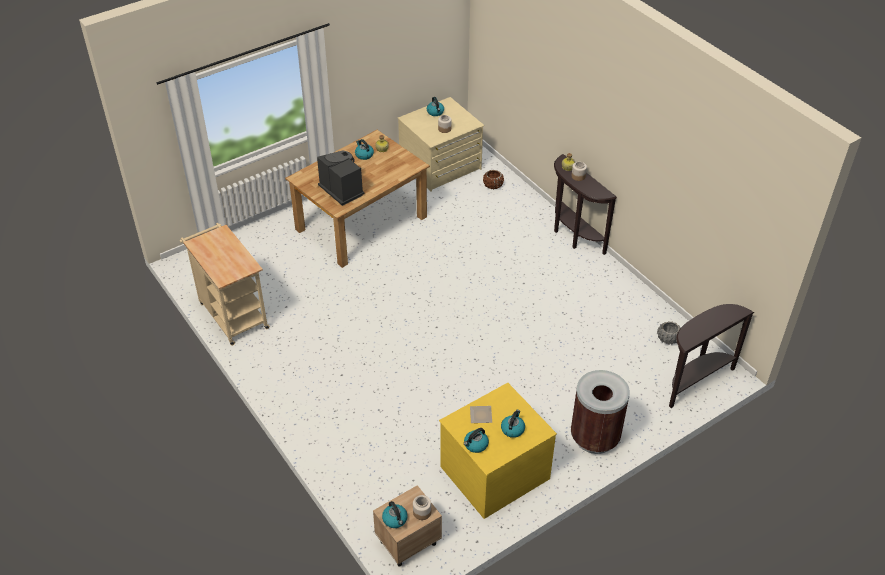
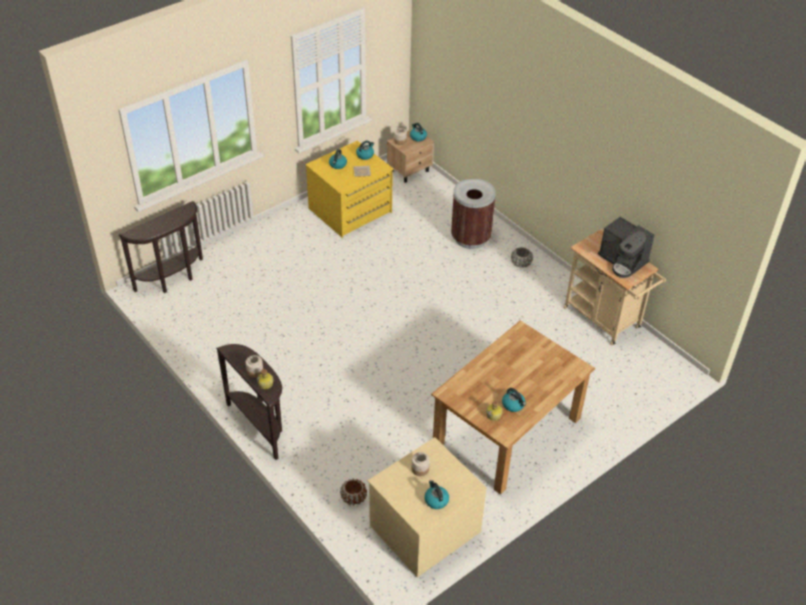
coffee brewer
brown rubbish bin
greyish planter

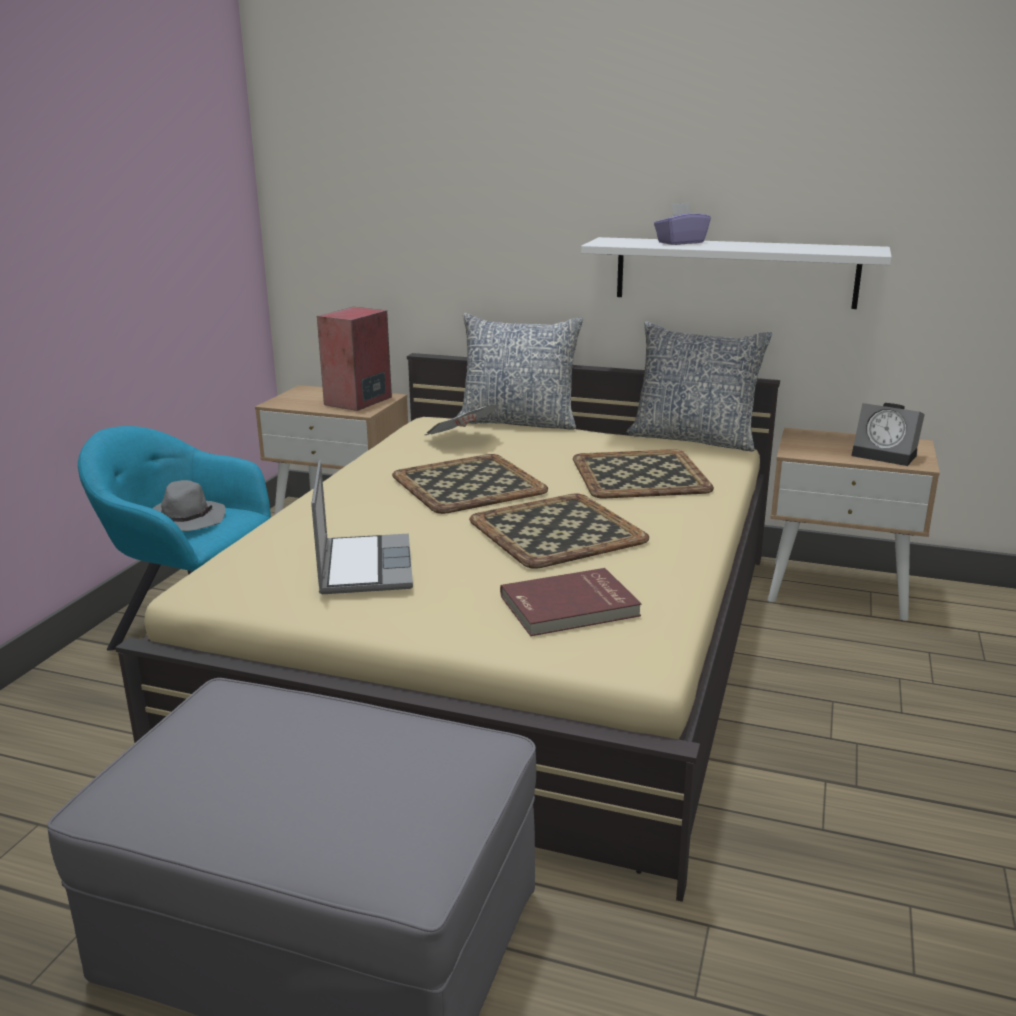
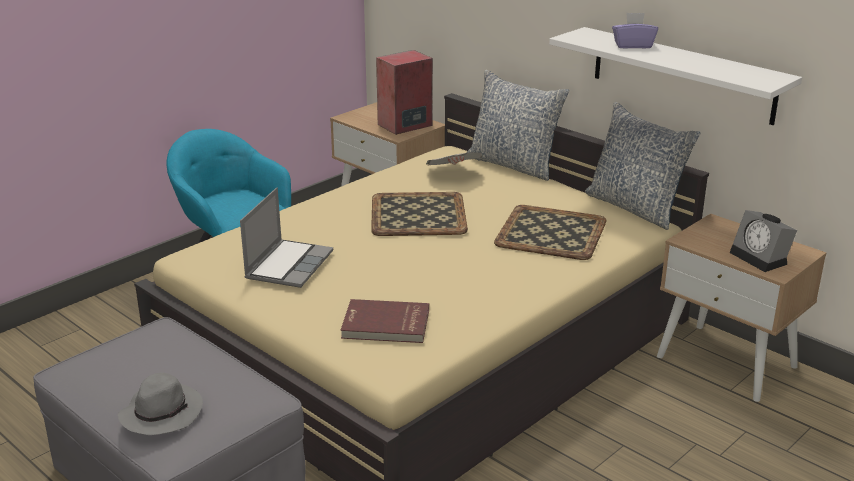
greyish hat
serving tray (2nd from left in the first image)

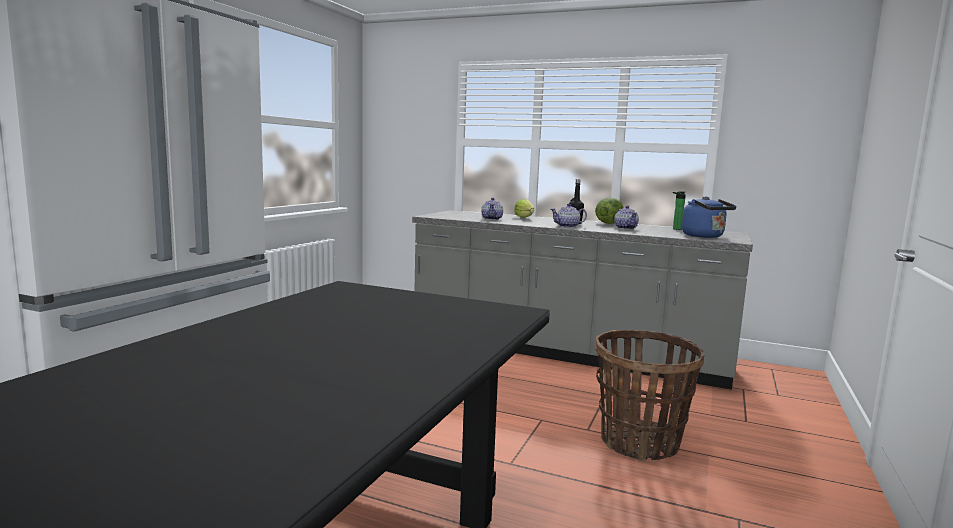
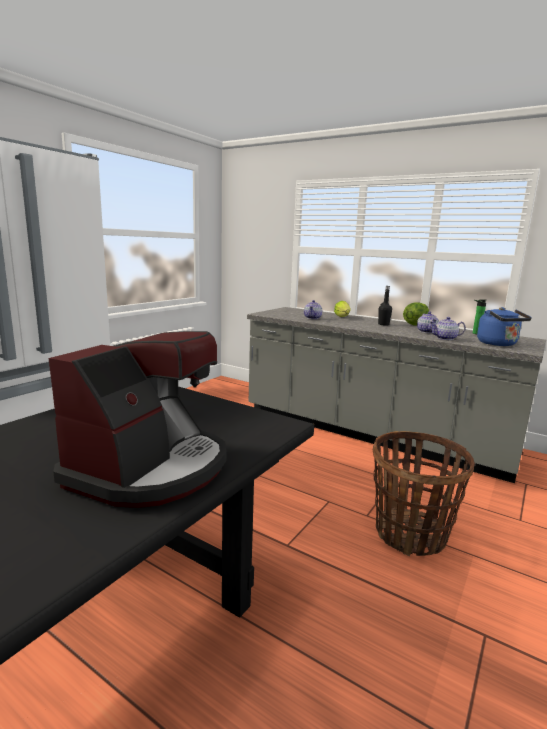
pot for tea (3rd from left)
coffee brewer

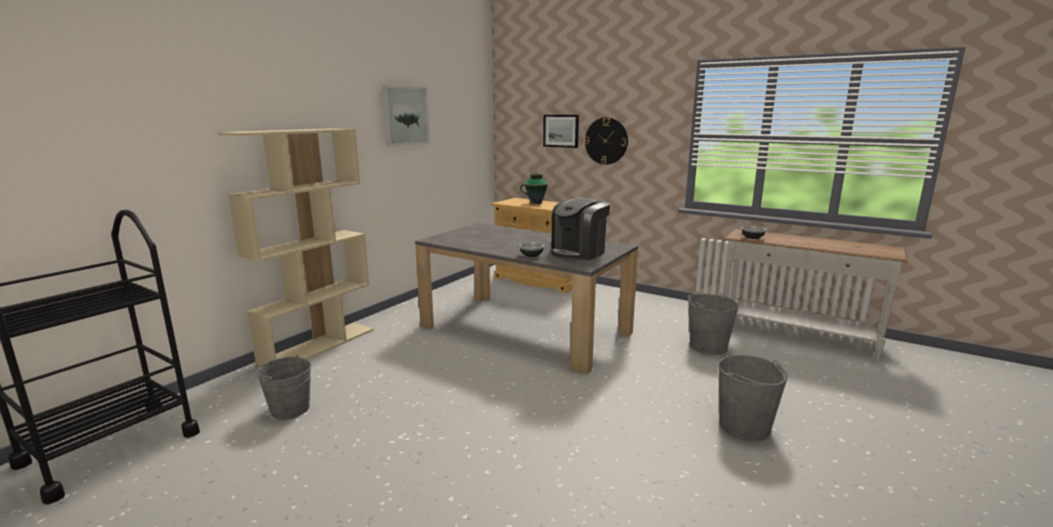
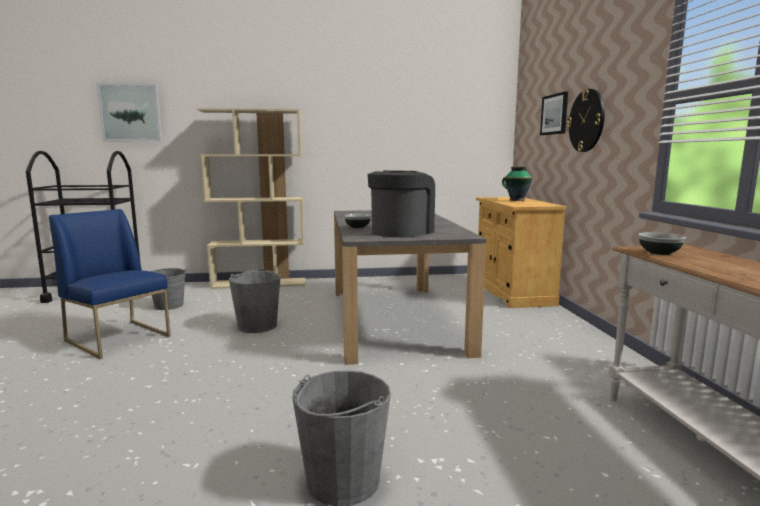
wall picture (1st from left)
coffee brewer
greyish pail (2nd from left)
blue plain chair

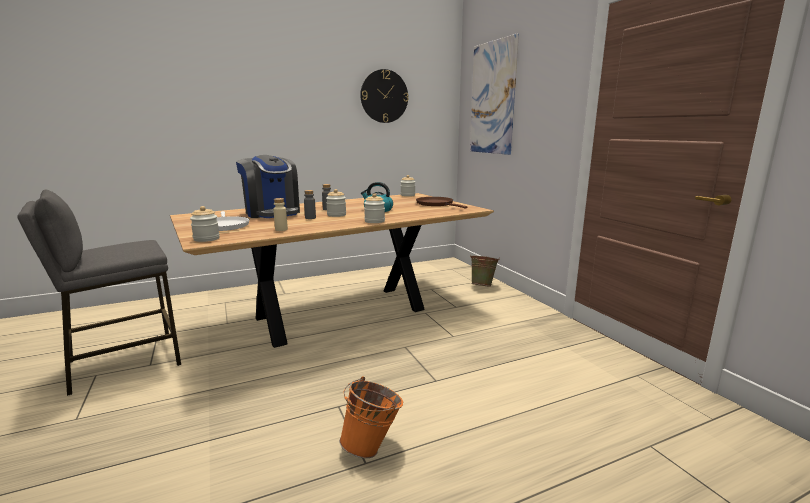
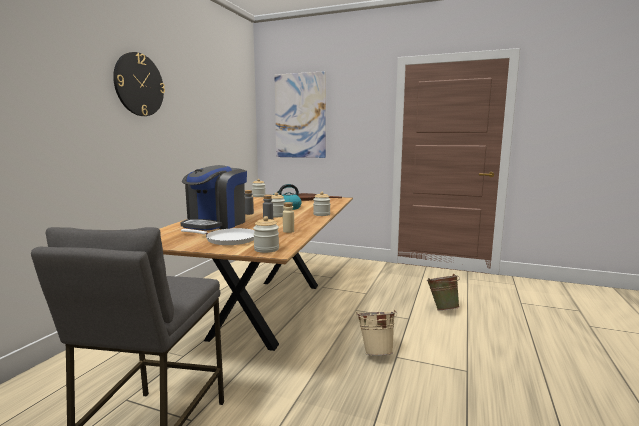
coffee brewer
orange pail
hanging clock
greenish pail
sand-coloured pail

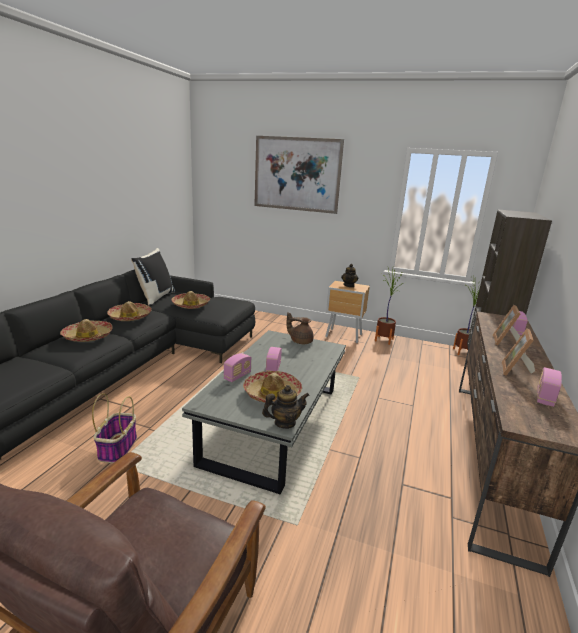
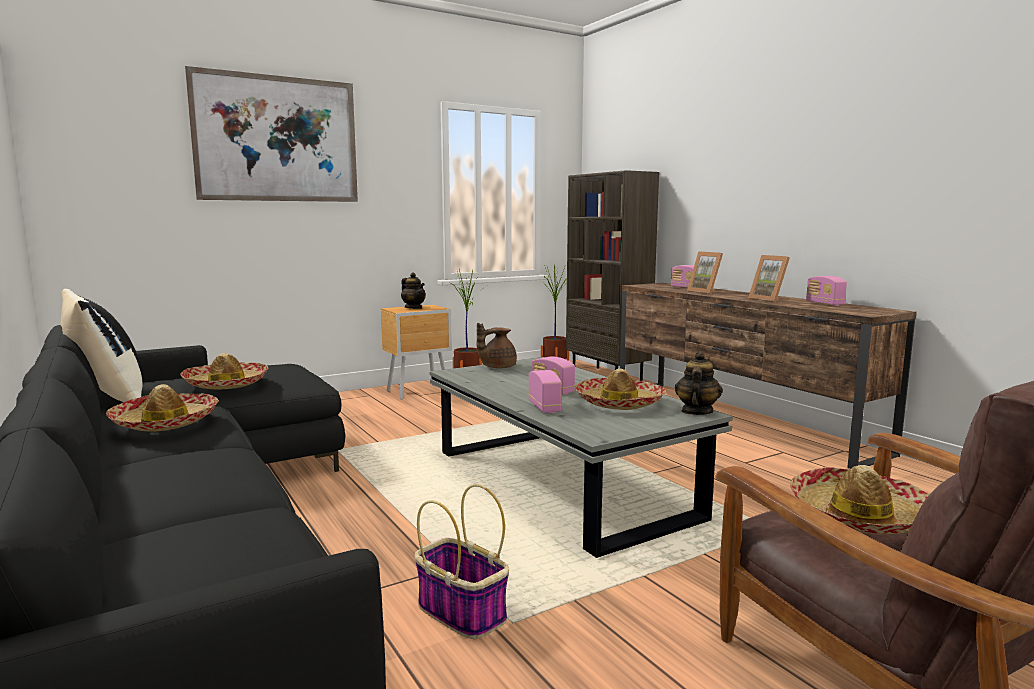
hat (4th from left)

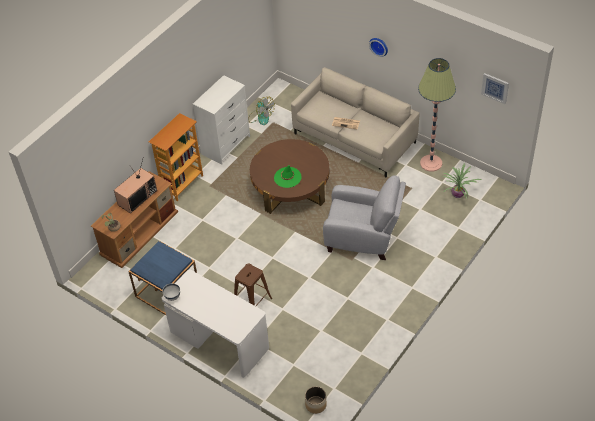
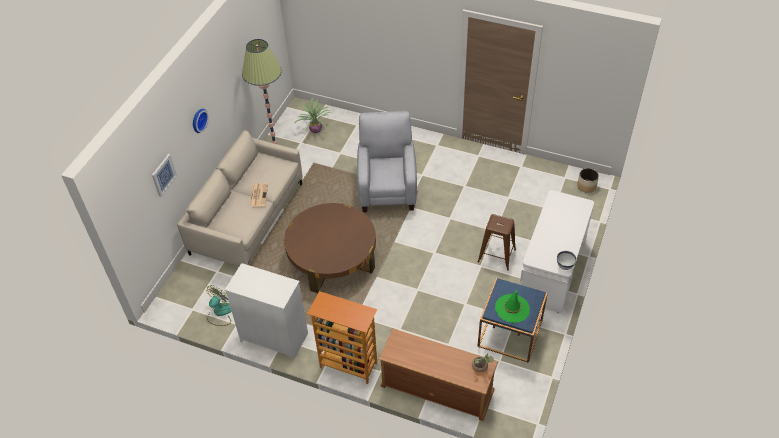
TV set
greenish hat
wall picture

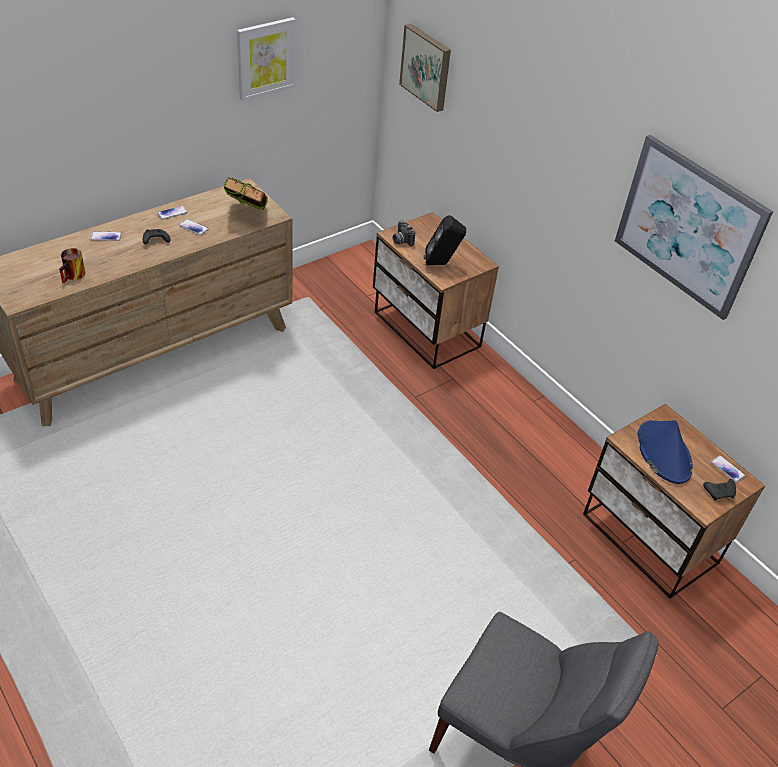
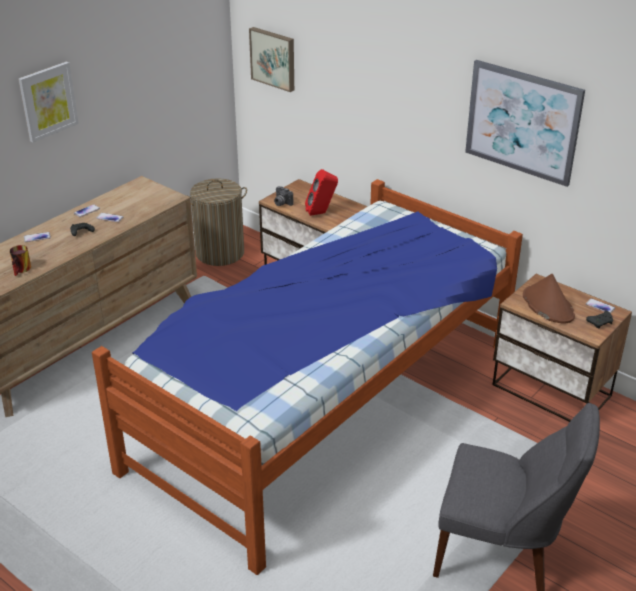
bound book
wall picture (1st from left)
red-coloured speaker
brown hat
sleeping bed
laundry basket

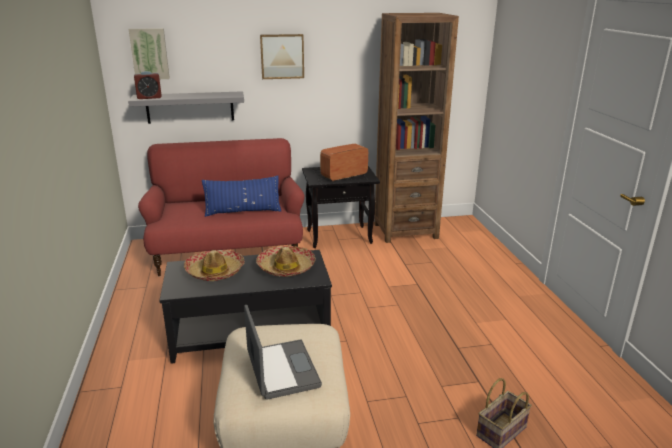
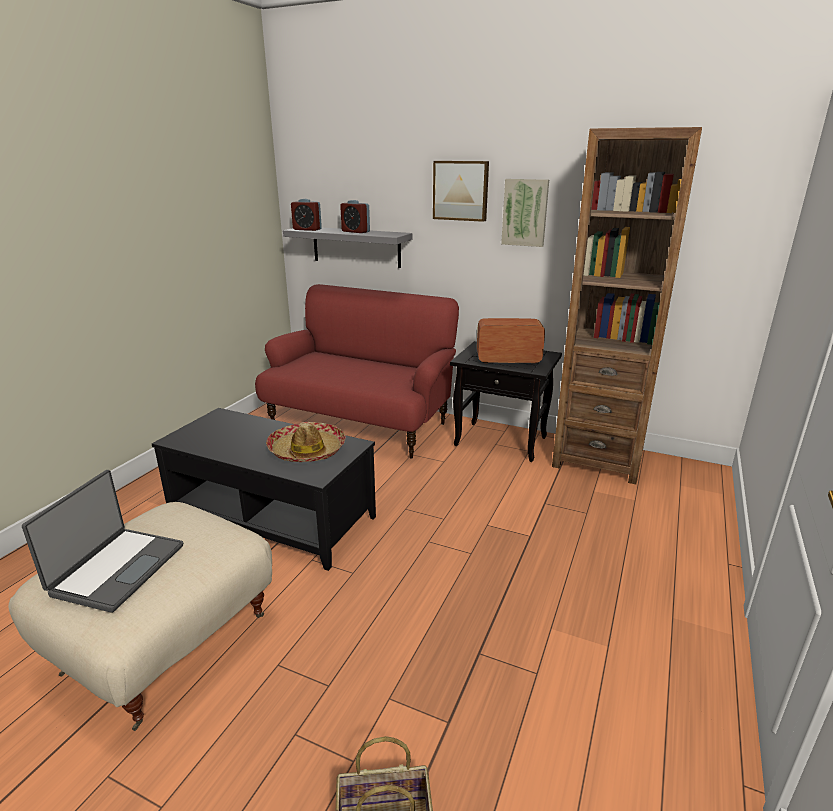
wall picture (2nd from left)
hat (1st from left in the first image)
blue cushion
bedside clock (2nd from left)

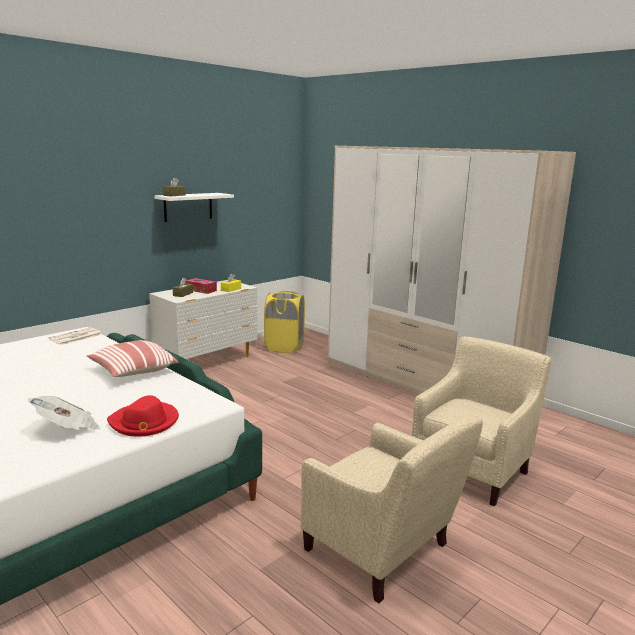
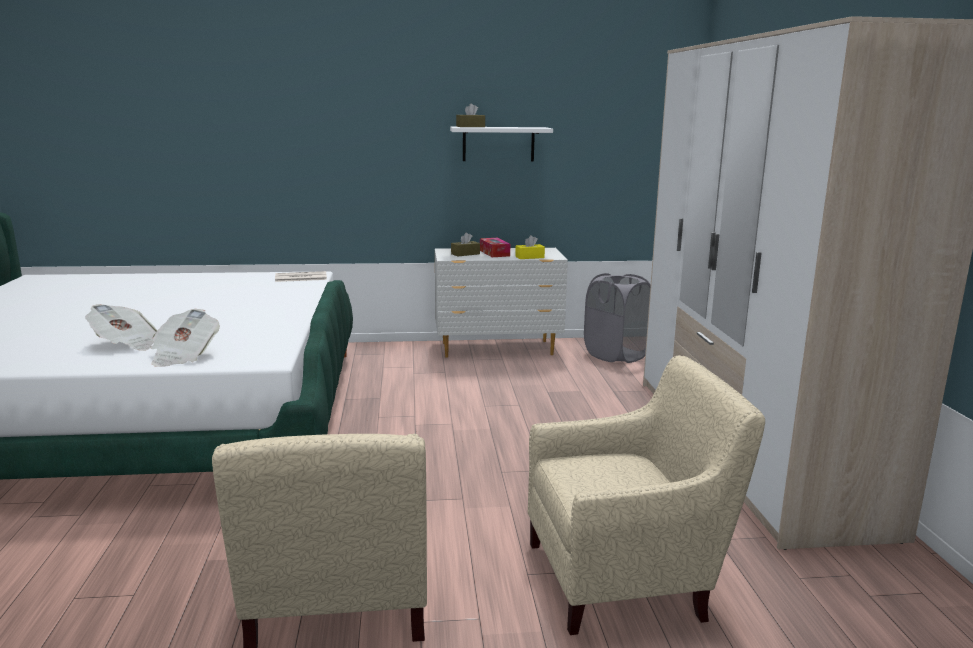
cushion
daily paper (2nd from left)
greyish laundry basket

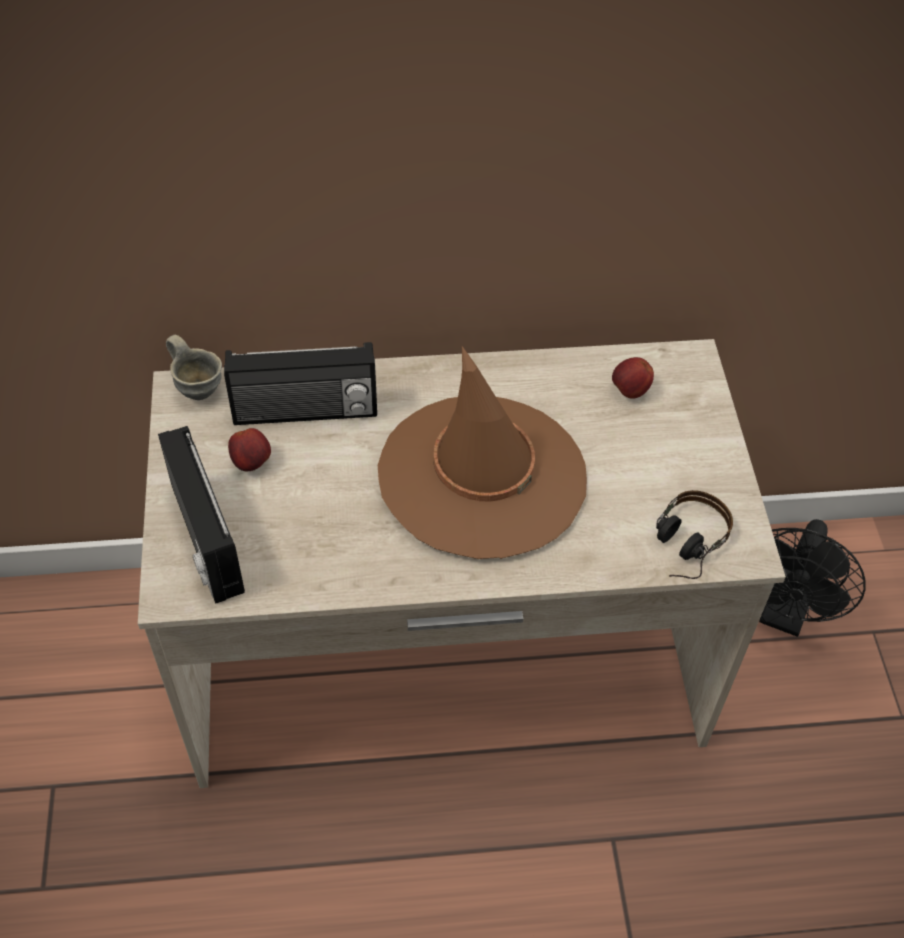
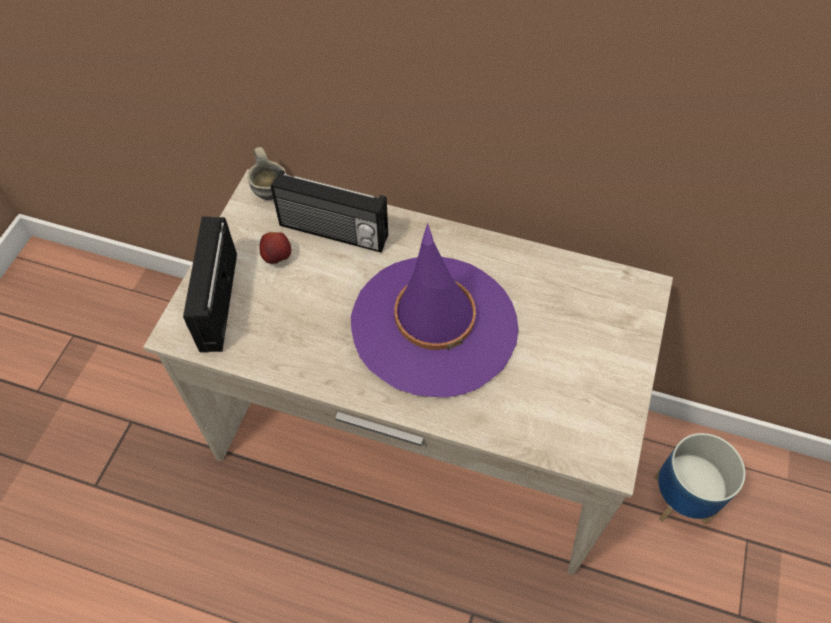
purple hat
whole apple (2nd from left in the first image)
pair of headphones
planter

